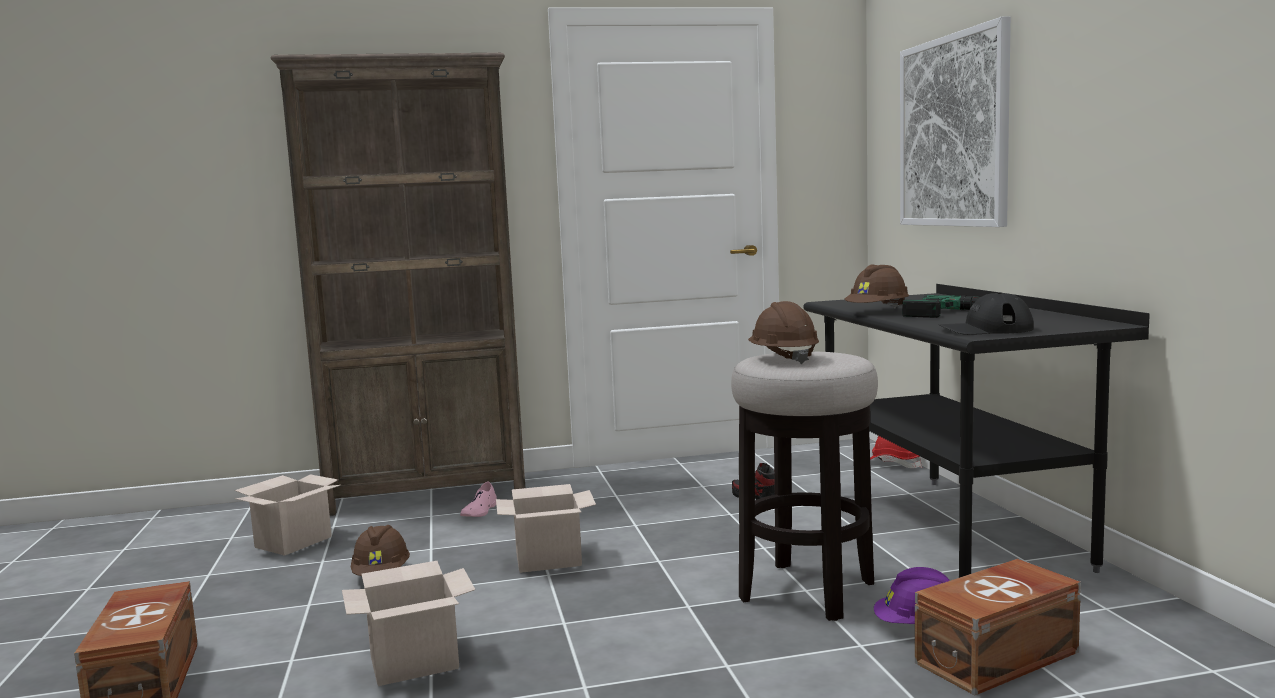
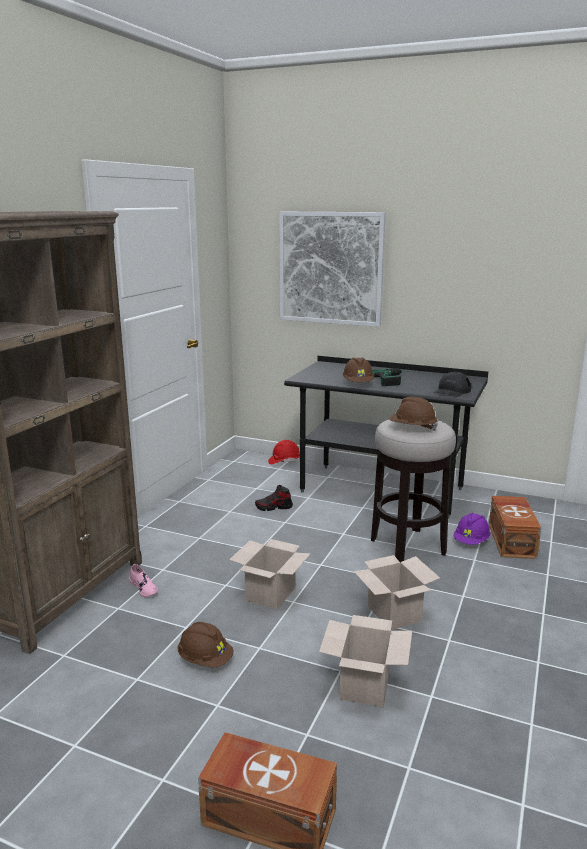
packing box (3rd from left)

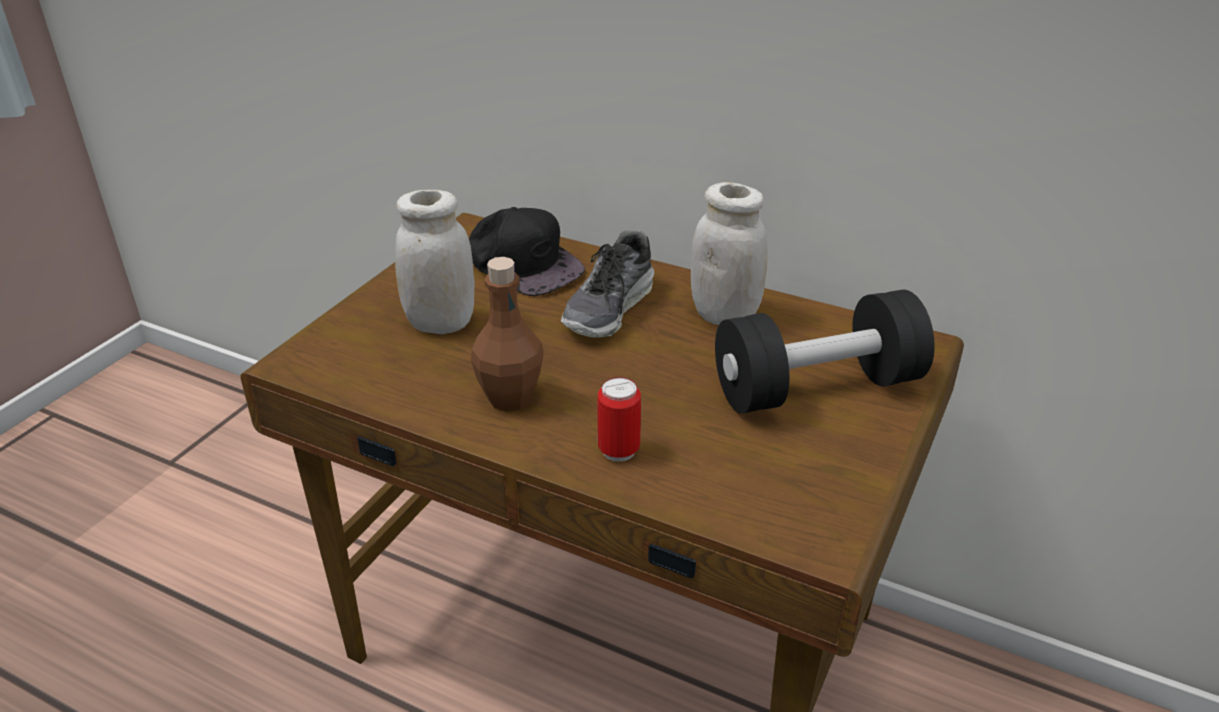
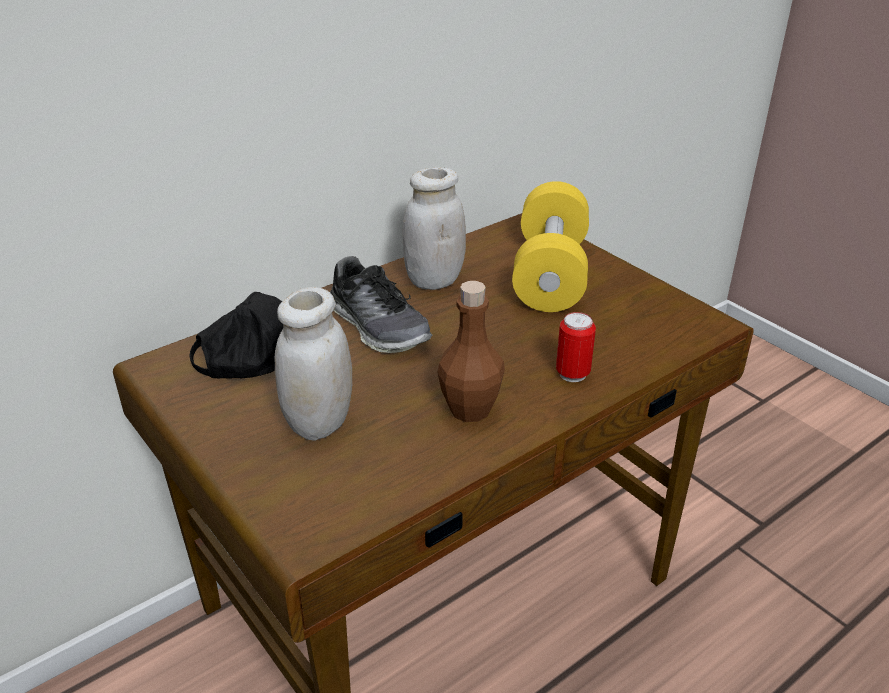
yellowish free weight

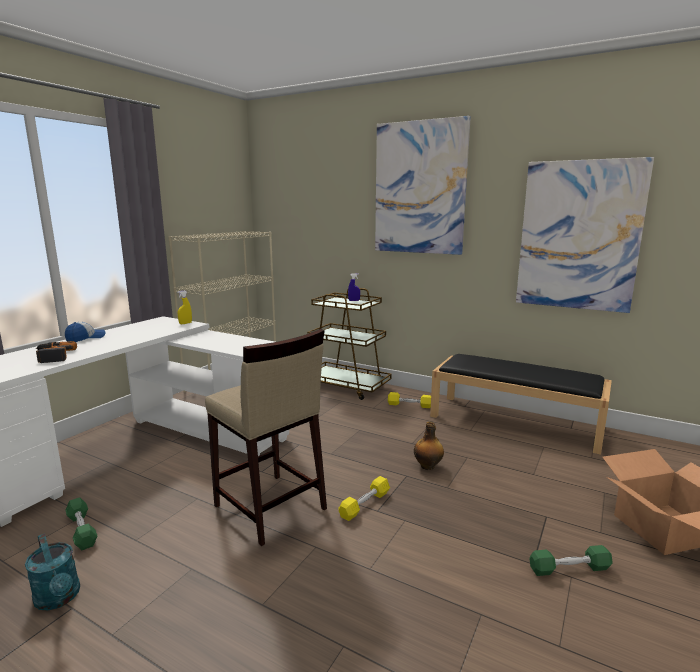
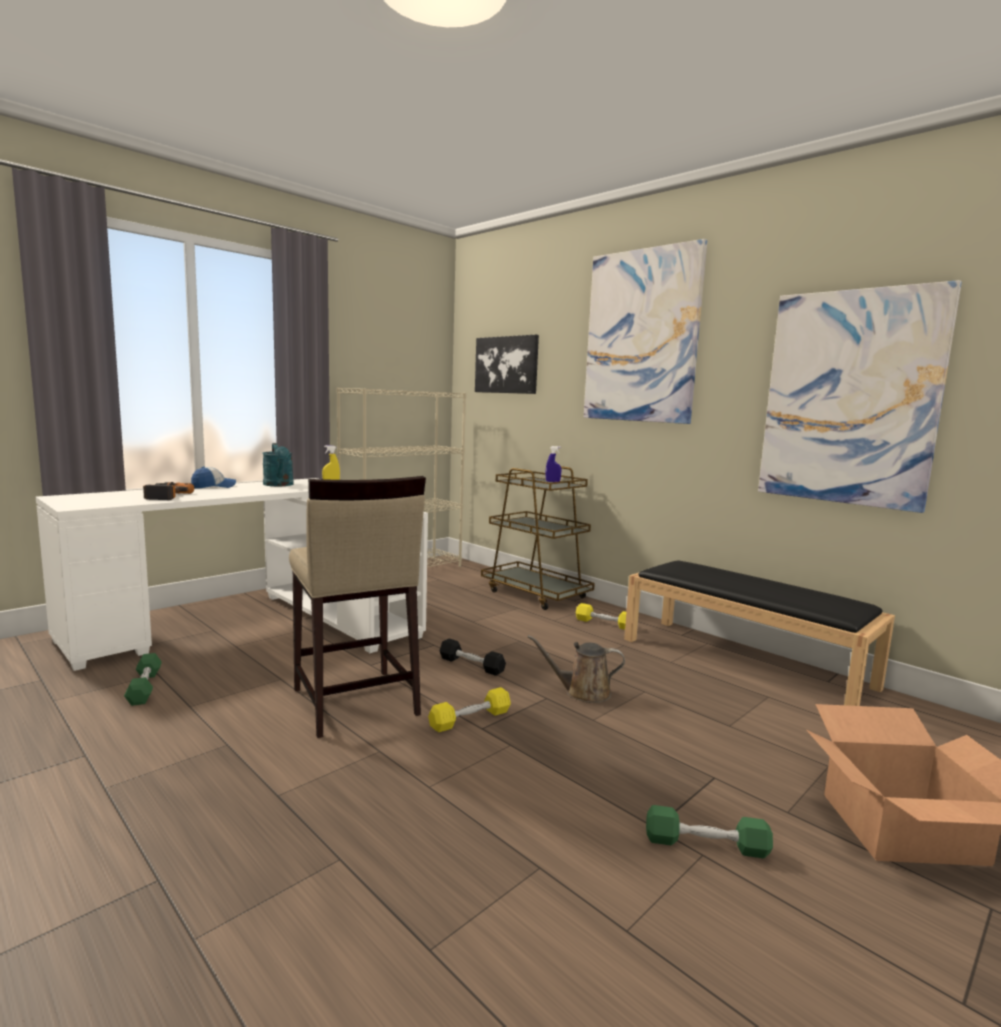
turquoise watering pot
brown watering pot
blackish free weight
wall picture (1st from left)

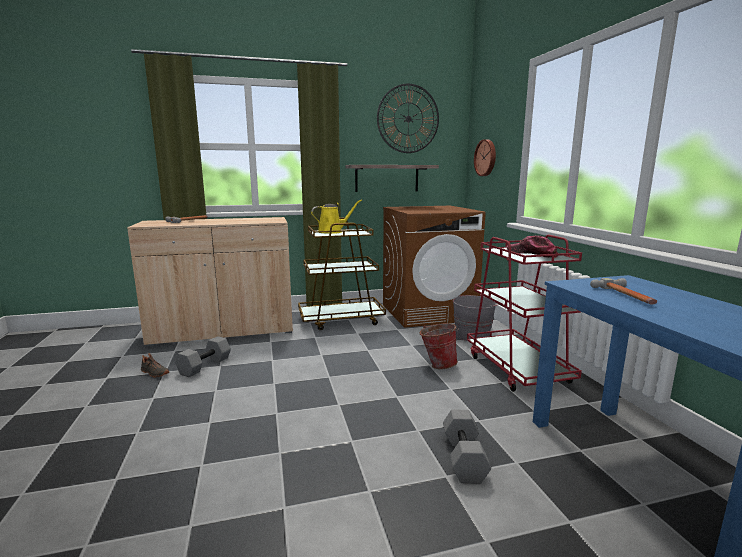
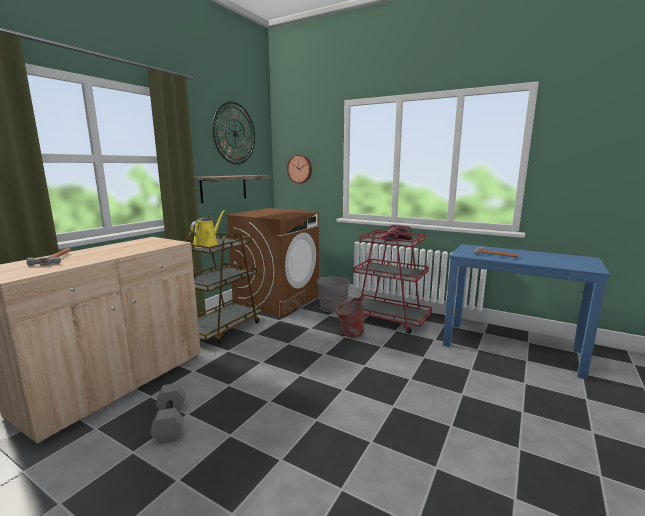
blackish item of footwear
greyish free weight (2nd from left in the first image)

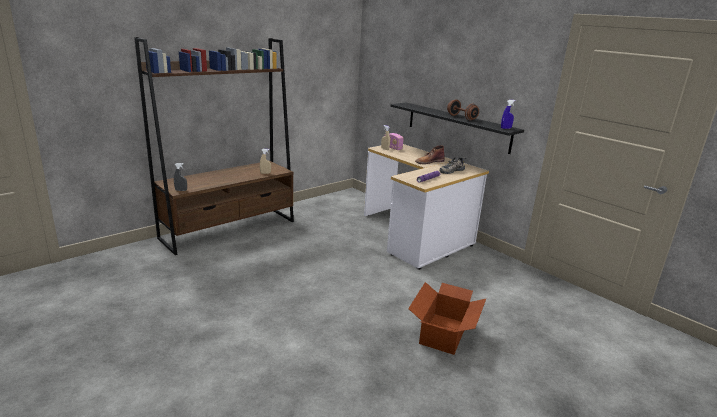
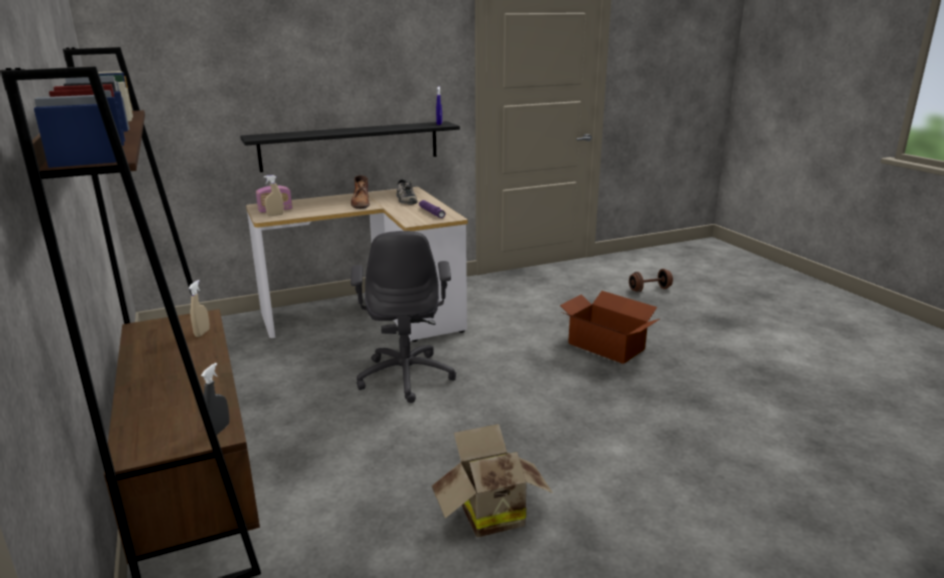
brown free weight
greyish desk chair
packing box (1st from left)

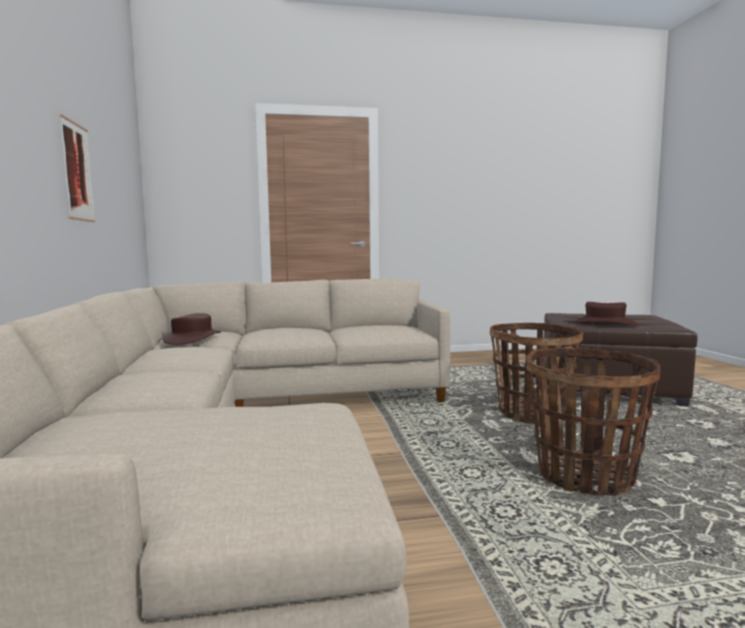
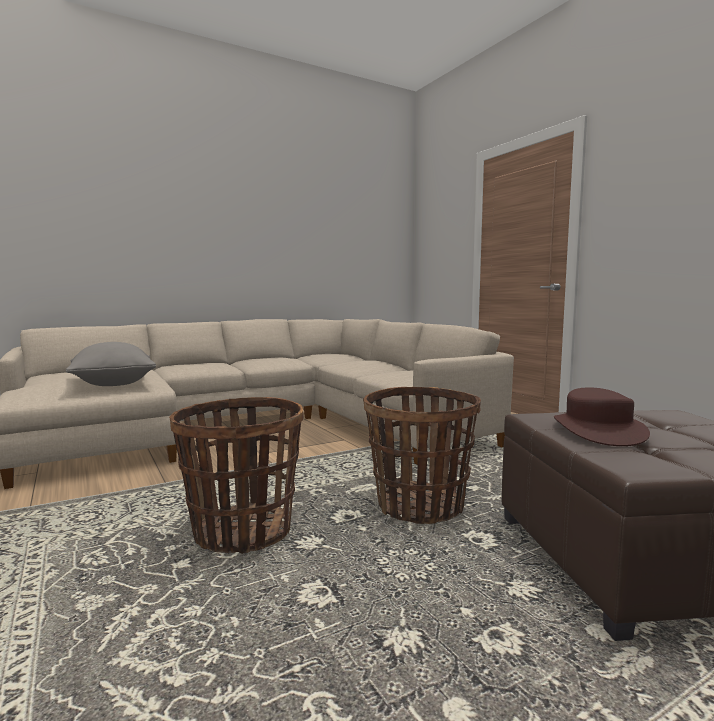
wall picture
brown hat (1st from left in the first image)
greyish cushion

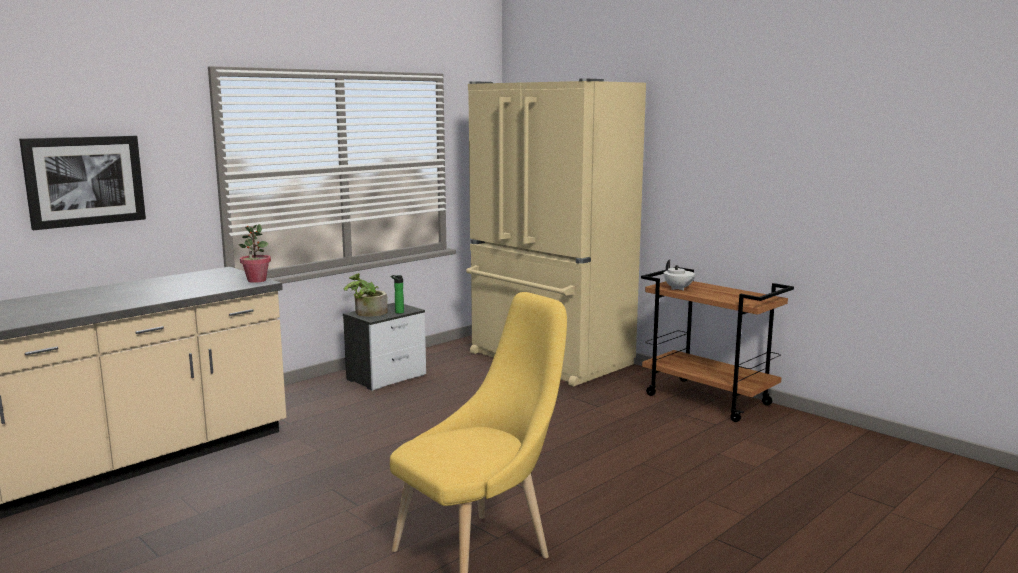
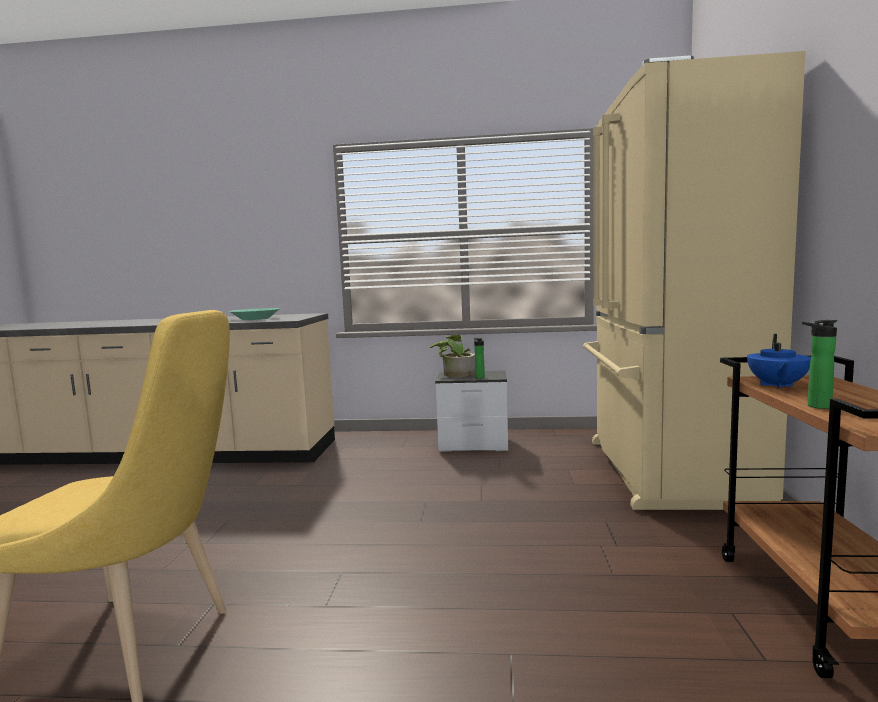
wall picture
plant in a pot (1st from left in the first image)
blue pot for tea
turquoise serving bowl
beverage bottle (2nd from left)

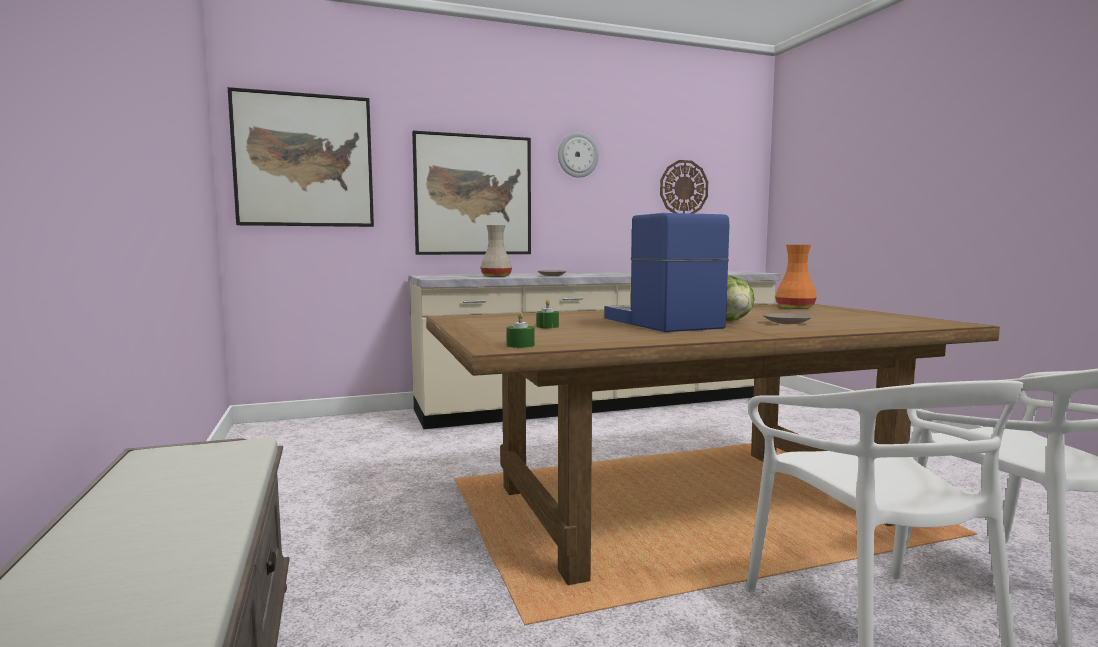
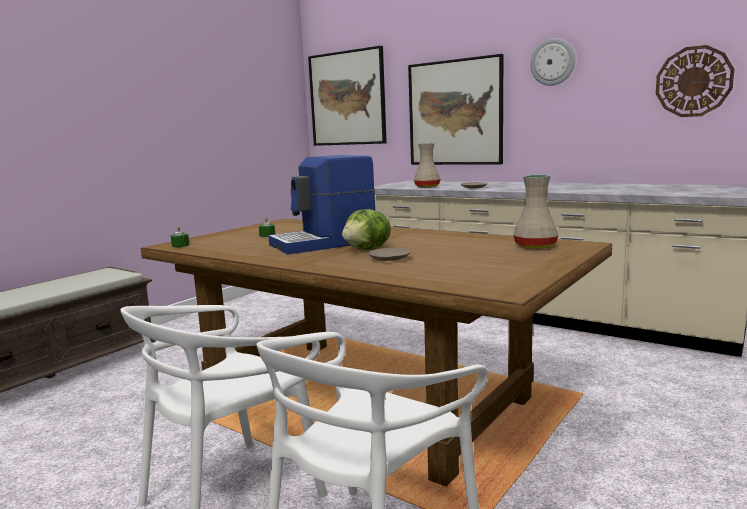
coffee brewer
sand-coloured vase (2nd from left)

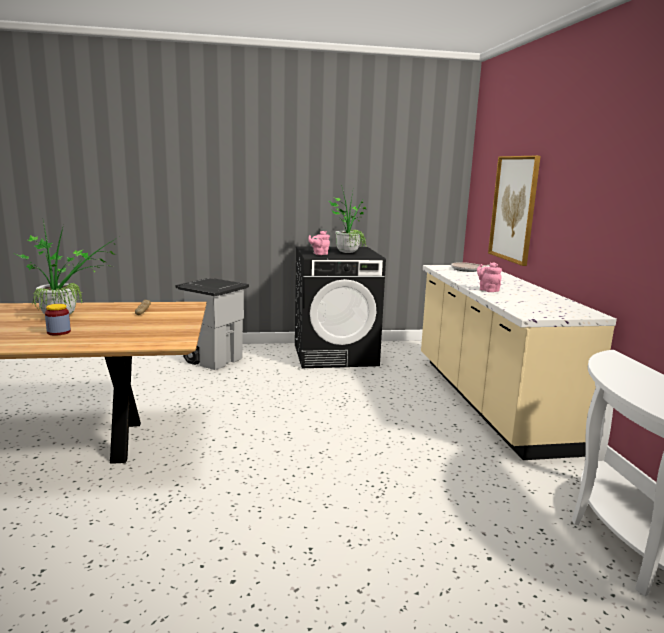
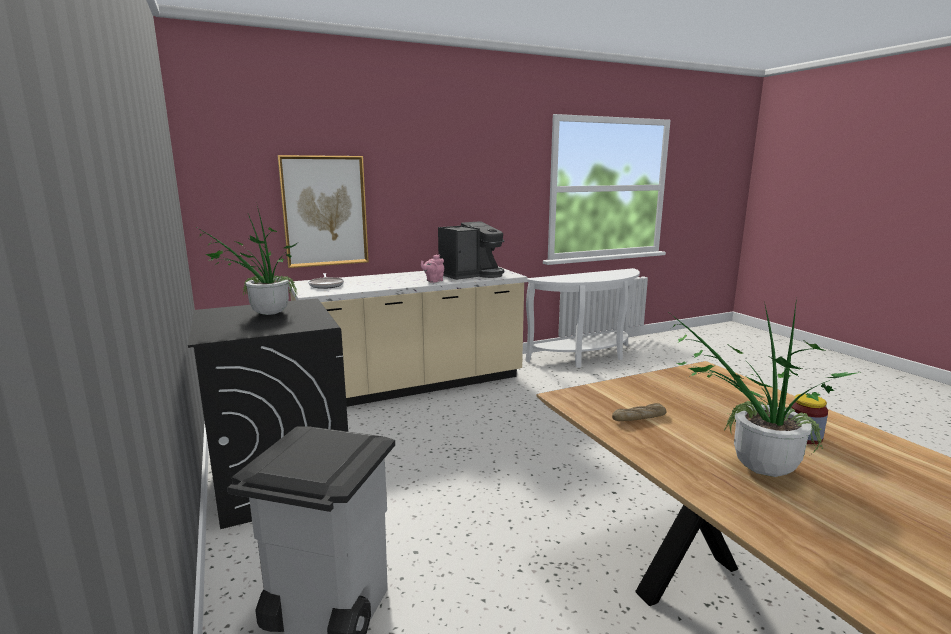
pink pot for tea (1st from left in the first image)
coffee brewer

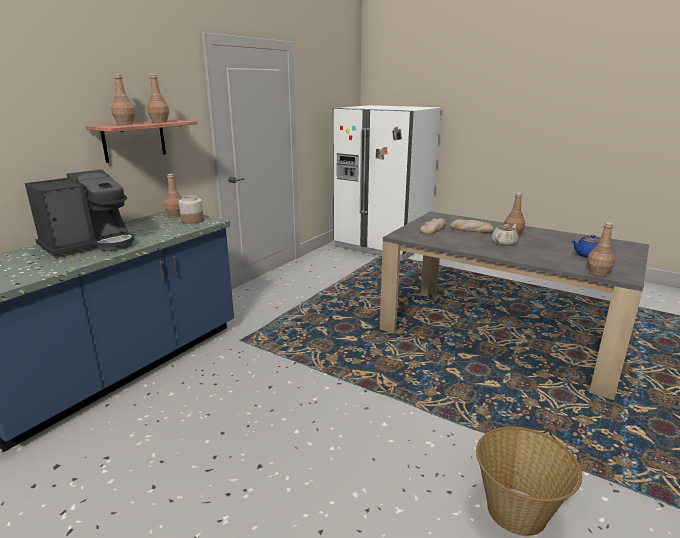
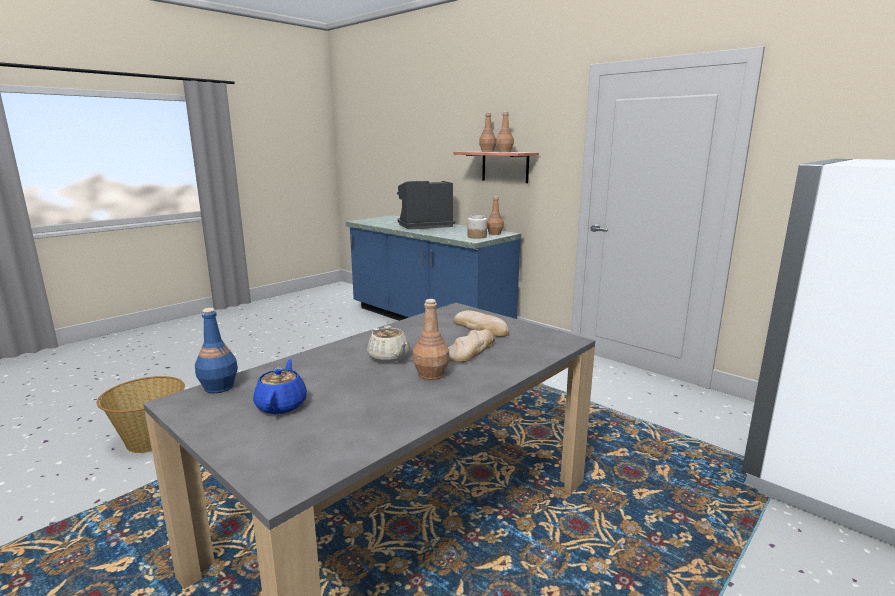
coffee brewer
blue beverage bottle

